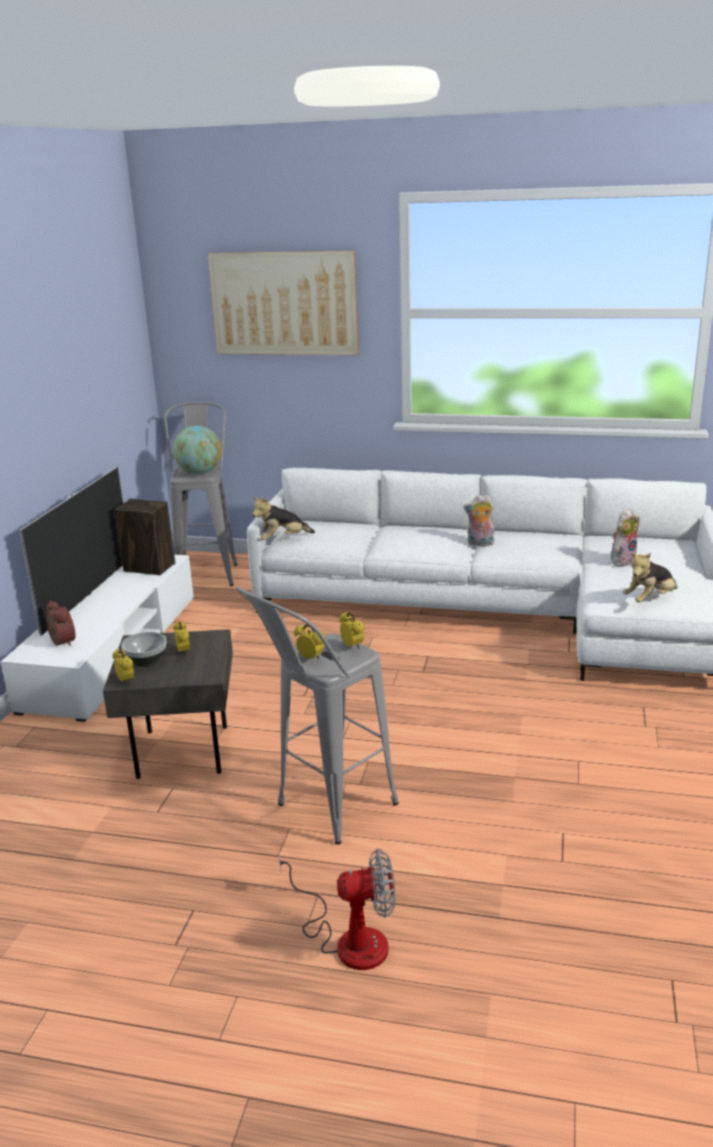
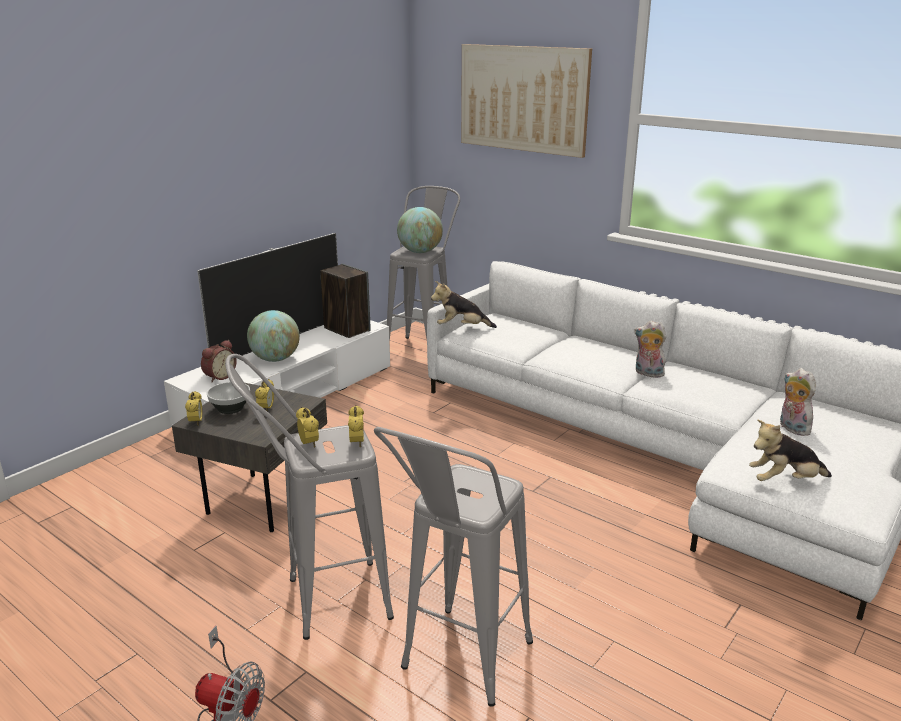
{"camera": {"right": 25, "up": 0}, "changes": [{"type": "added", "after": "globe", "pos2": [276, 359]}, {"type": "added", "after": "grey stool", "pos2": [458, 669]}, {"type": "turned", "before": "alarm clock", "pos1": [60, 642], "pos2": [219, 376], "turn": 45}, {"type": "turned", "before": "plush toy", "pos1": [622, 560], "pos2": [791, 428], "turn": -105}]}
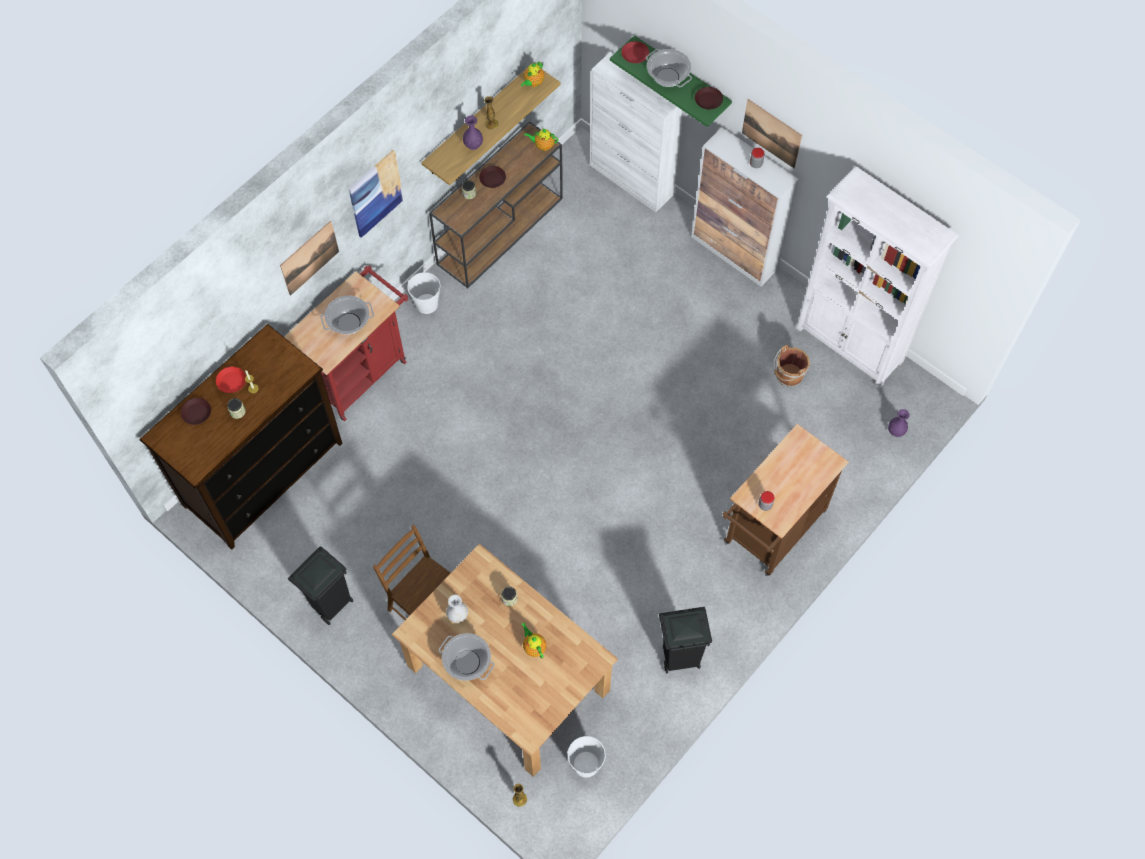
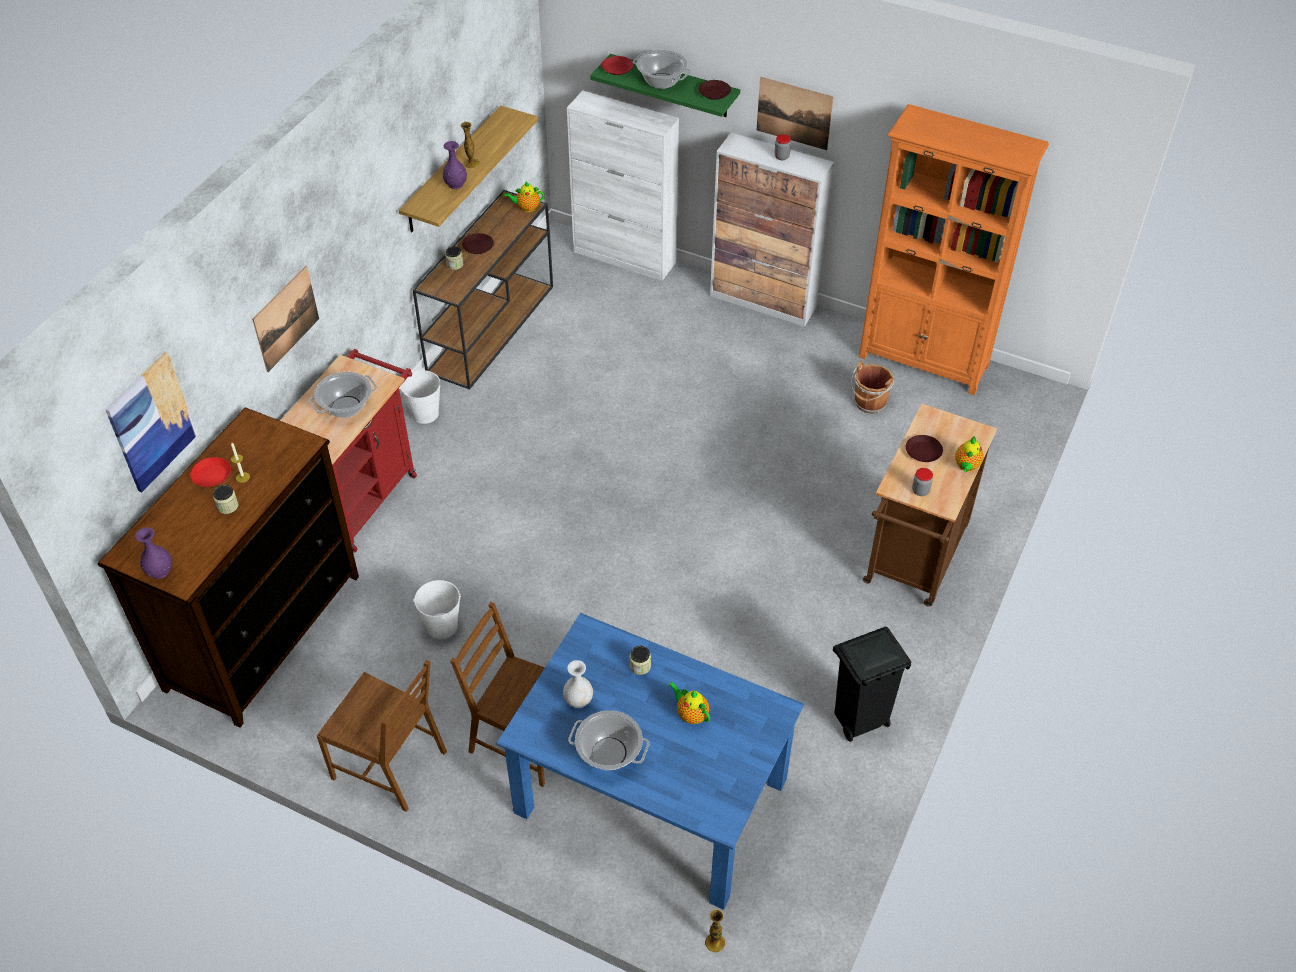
{"camera": {"right": -15, "up": -15}, "changes": [{"type": "moved", "before": "brown plate", "pos1": [196, 412], "pos2": [923, 451]}, {"type": "moved", "before": "picture", "pos1": [375, 193], "pos2": [151, 422]}, {"type": "moved", "before": "teapot", "pos1": [533, 83], "pos2": [966, 467]}, {"type": "moved", "before": "white bucket", "pos1": [586, 764], "pos2": [442, 626]}, {"type": "moved", "before": "purple vase", "pos1": [896, 431], "pos2": [160, 571]}, {"type": "replaced", "before": "black trash can", "after": "brown chair", "pos1": [331, 605], "pos2": [391, 764]}, {"type": "recoloured", "before": "brown dining table", "after": "blue dining table", "pos1": [510, 678], "pos2": [653, 795]}, {"type": "recoloured", "before": "white bookcase", "after": "orange bookcase", "pos1": [850, 345], "pos2": [924, 361]}]}
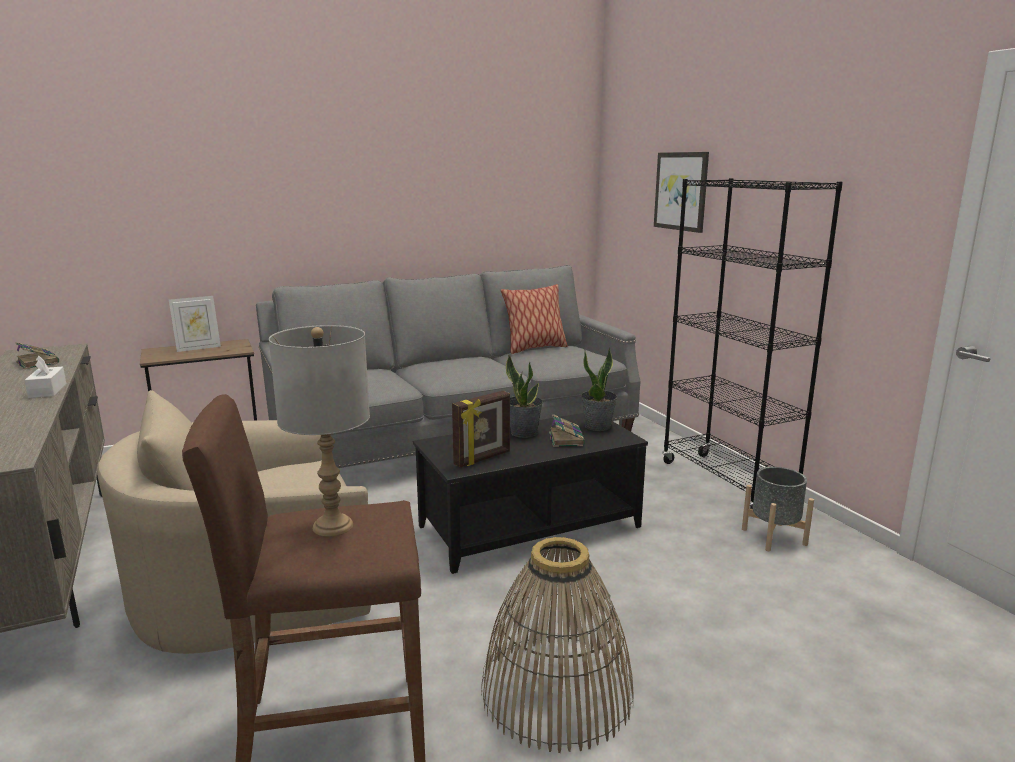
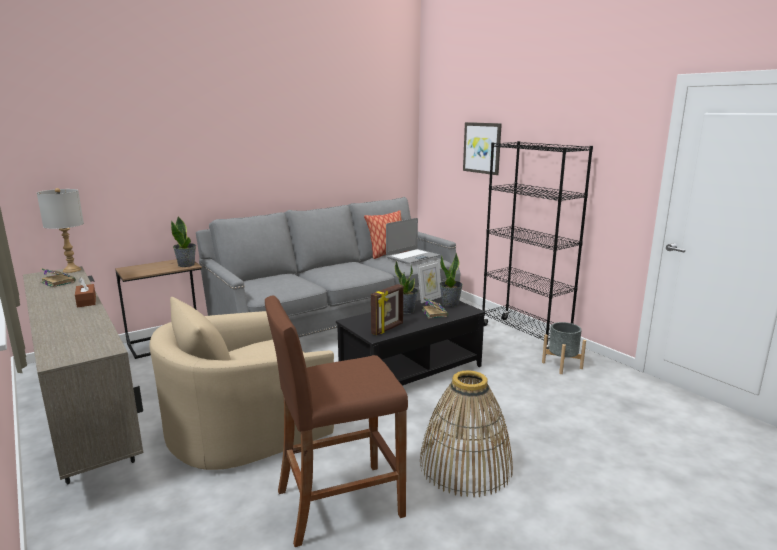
{"camera": {"right": -10, "up": 0}, "changes": [{"type": "added", "after": "potted plant", "pos2": [186, 265]}, {"type": "added", "after": "laptop", "pos2": [412, 257]}, {"type": "moved", "before": "picture frame", "pos1": [198, 348], "pos2": [429, 299]}, {"type": "moved", "before": "grey table lamp", "pos1": [332, 526], "pos2": [71, 270]}, {"type": "recoloured", "before": "white tissue box", "after": "brown tissue box", "pos1": [47, 390], "pos2": [86, 301]}]}
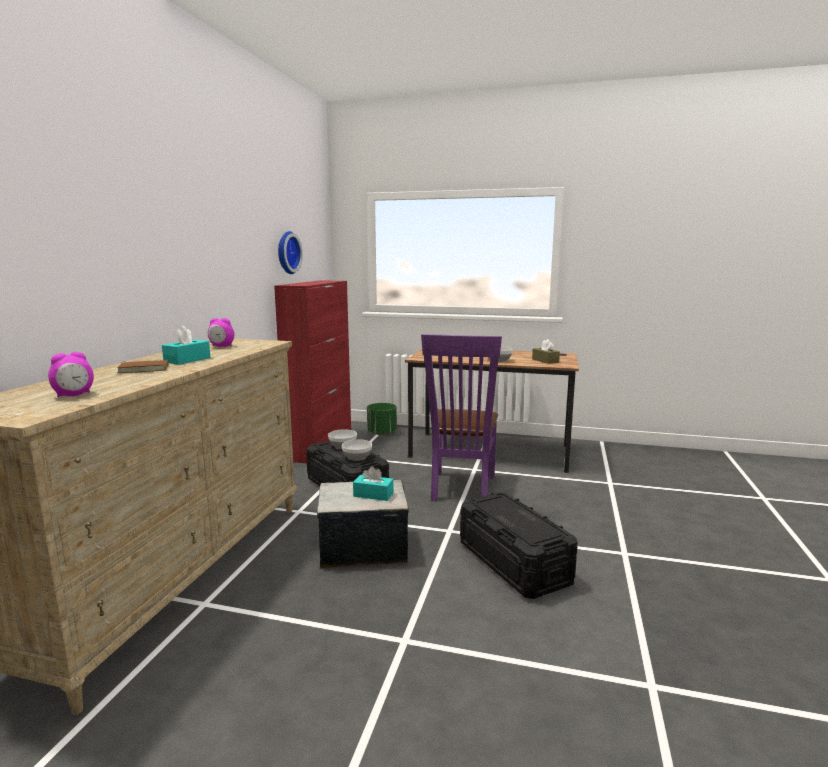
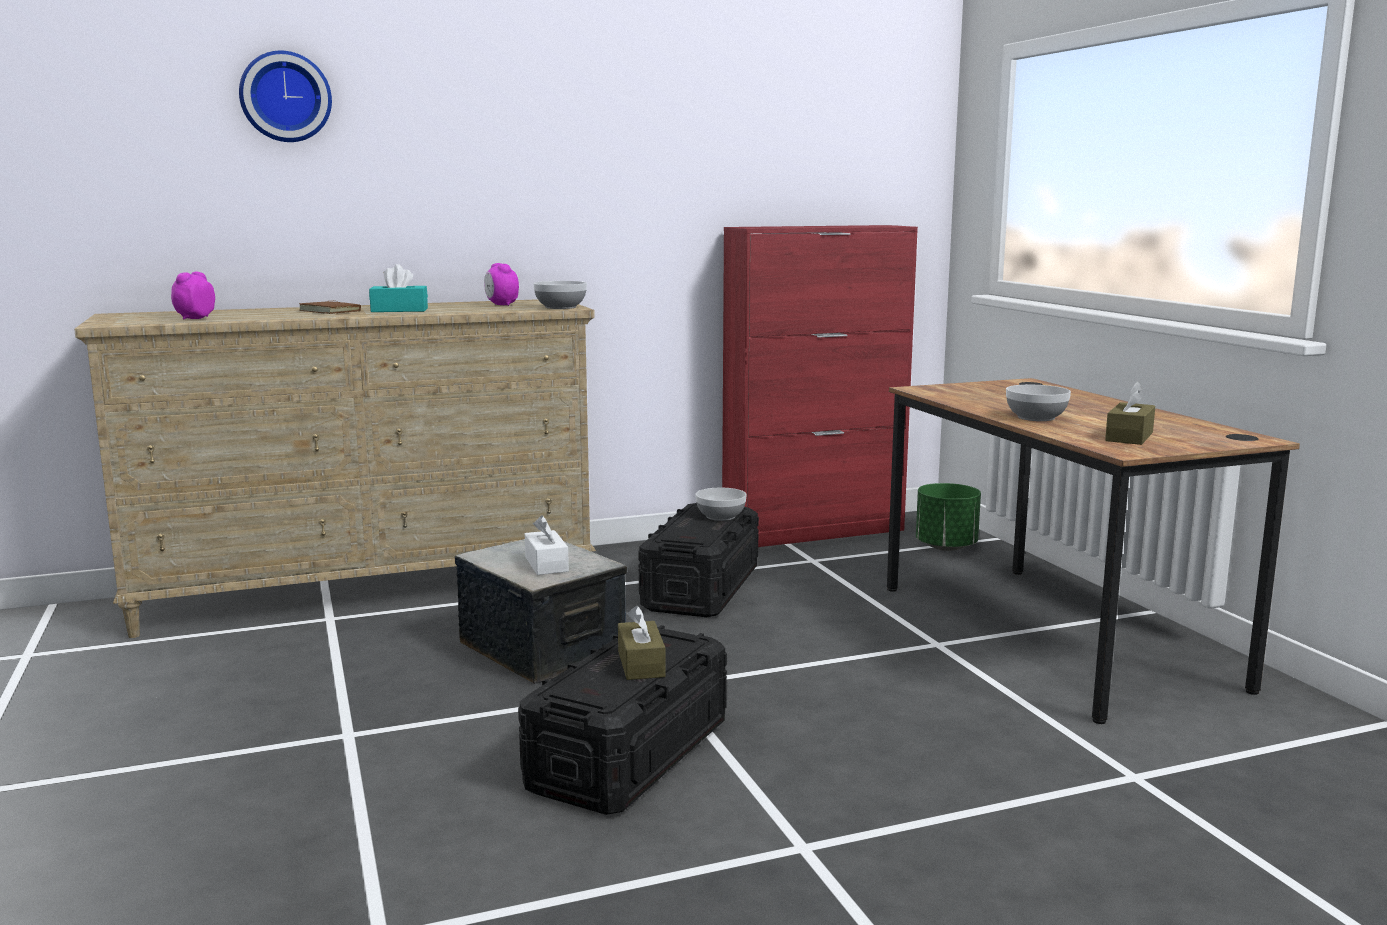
{"camera": {"right": 55, "up": 0}, "changes": [{"type": "removed", "before": "purple chair", "pos1": [461, 489]}, {"type": "added", "after": "brown tissue box", "pos2": [641, 664]}, {"type": "moved", "before": "wall clock", "pos1": [286, 252], "pos2": [285, 97]}, {"type": "moved", "before": "bowl", "pos1": [356, 457], "pos2": [560, 307]}, {"type": "recoloured", "before": "turquoise tissue box", "after": "white tissue box", "pos1": [373, 494], "pos2": [546, 564]}, {"type": "turned", "before": "alarm clock", "pos1": [74, 395], "pos2": [194, 318], "turn": 105}]}
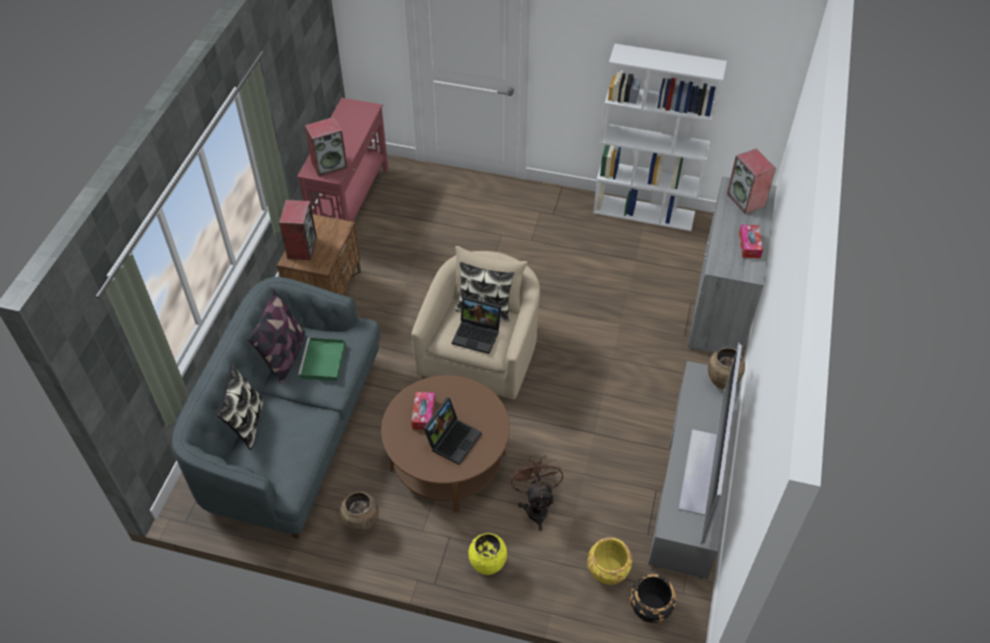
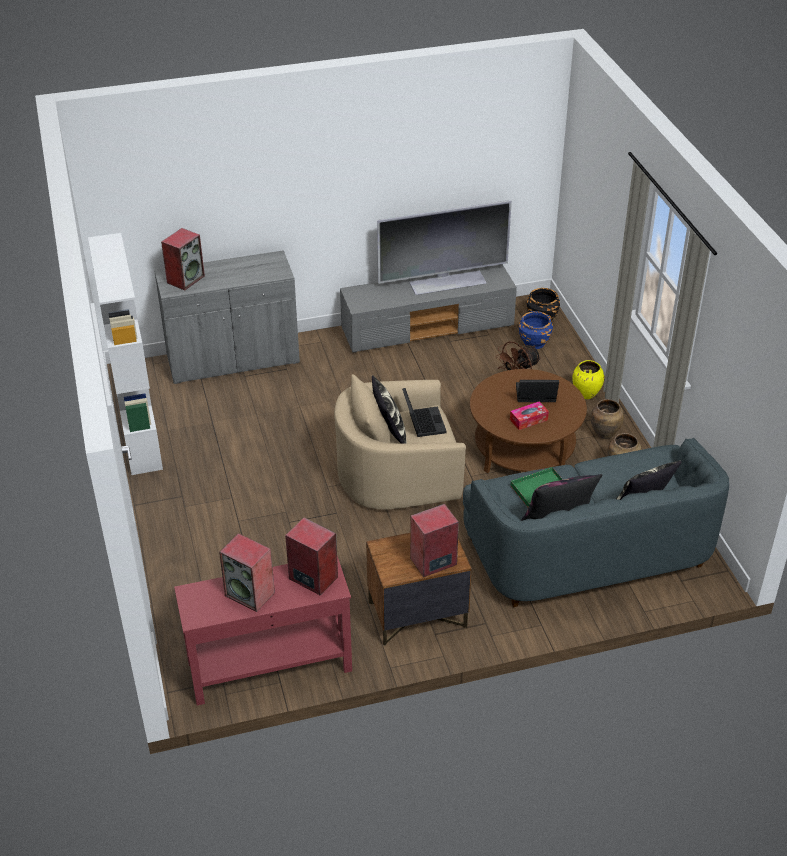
{"camera": {"right": -120, "up": -10}, "changes": [{"type": "removed", "before": "tissue box", "pos1": [749, 245]}, {"type": "added", "after": "speaker", "pos2": [250, 594]}, {"type": "moved", "before": "brown vase", "pos1": [721, 382], "pos2": [605, 434]}, {"type": "recoloured", "before": "yellow planter", "after": "blue planter", "pos1": [607, 571], "pos2": [534, 342]}]}
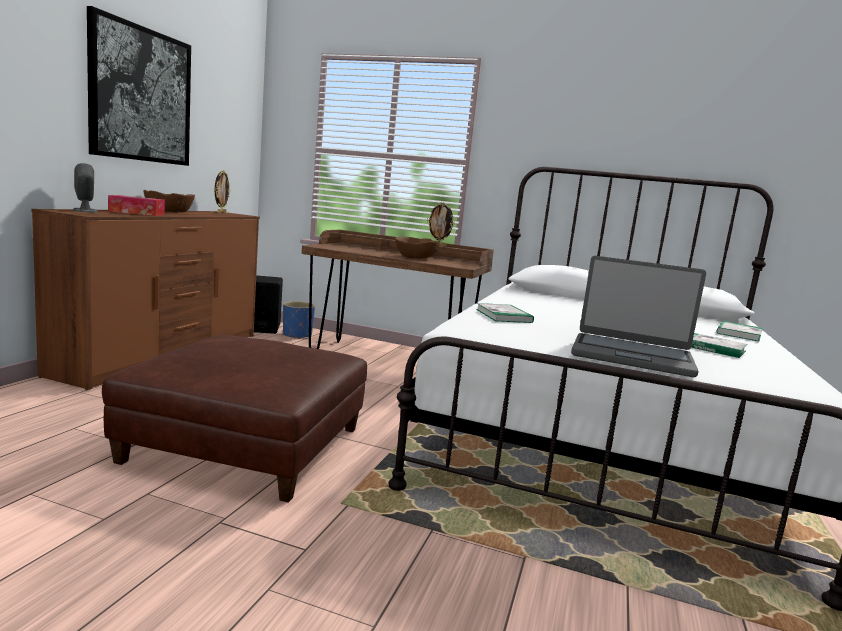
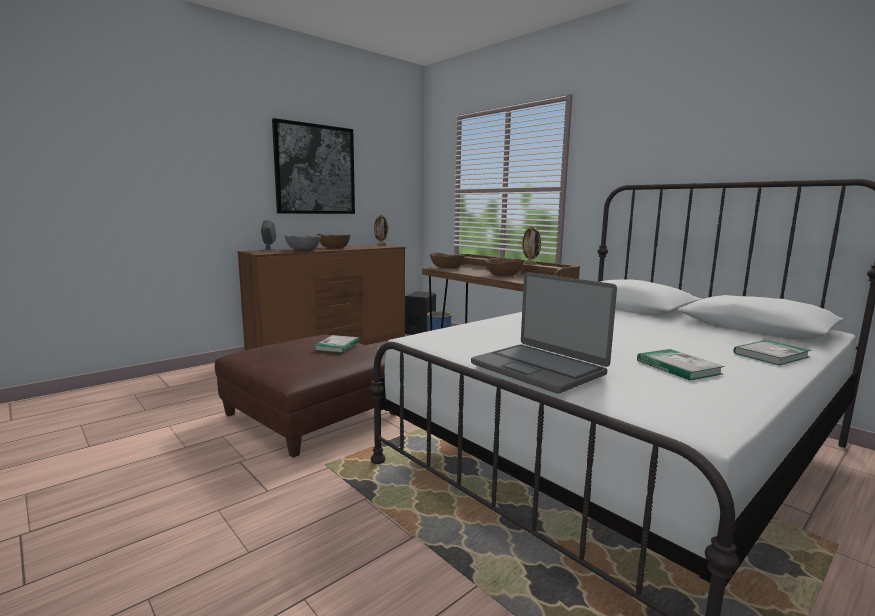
{"camera": {"right": 30, "up": 0}, "changes": [{"type": "added", "after": "brown bowl", "pos2": [447, 268]}, {"type": "moved", "before": "book", "pos1": [503, 316], "pos2": [337, 346]}, {"type": "replaced", "before": "tissue box", "after": "grey bowl", "pos1": [137, 213], "pos2": [303, 250]}]}
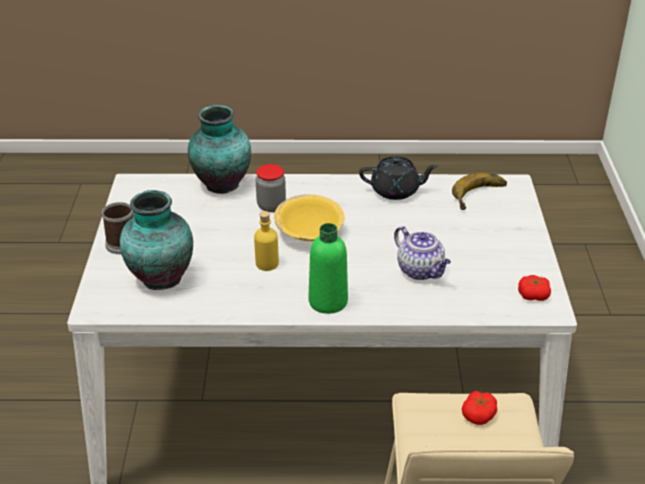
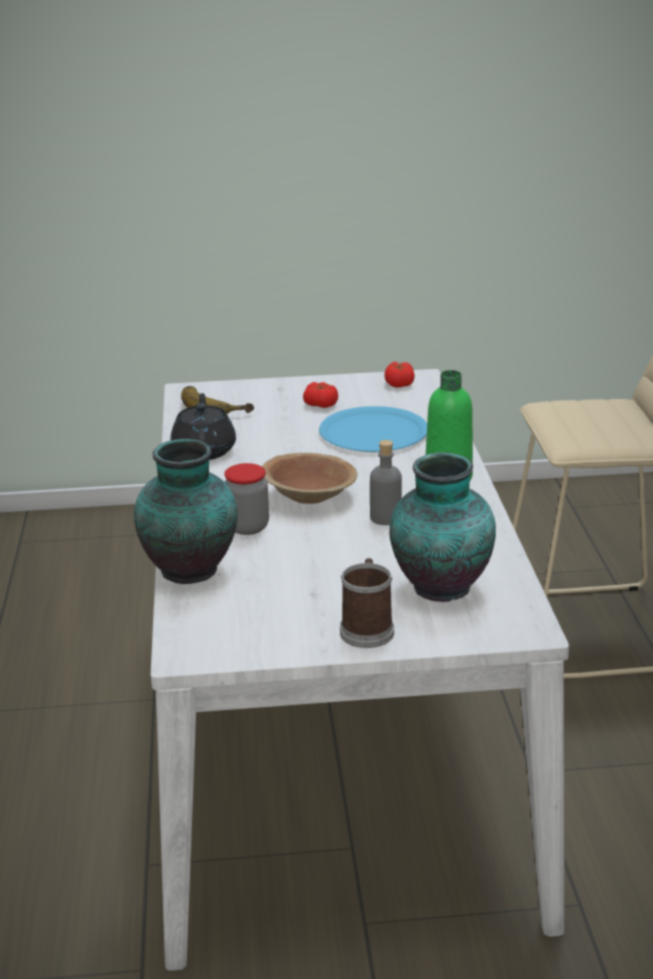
{"camera": {"right": -95, "up": -10}, "changes": [{"type": "moved", "before": "tomato", "pos1": [478, 415], "pos2": [321, 404]}, {"type": "replaced", "before": "teapot", "after": "blue plate", "pos1": [421, 271], "pos2": [373, 432]}, {"type": "recoloured", "before": "yellow bottle", "after": "grey bottle", "pos1": [267, 264], "pos2": [385, 518]}, {"type": "recoloured", "before": "yellow bowl", "after": "brown bowl", "pos1": [309, 233], "pos2": [310, 497]}]}
